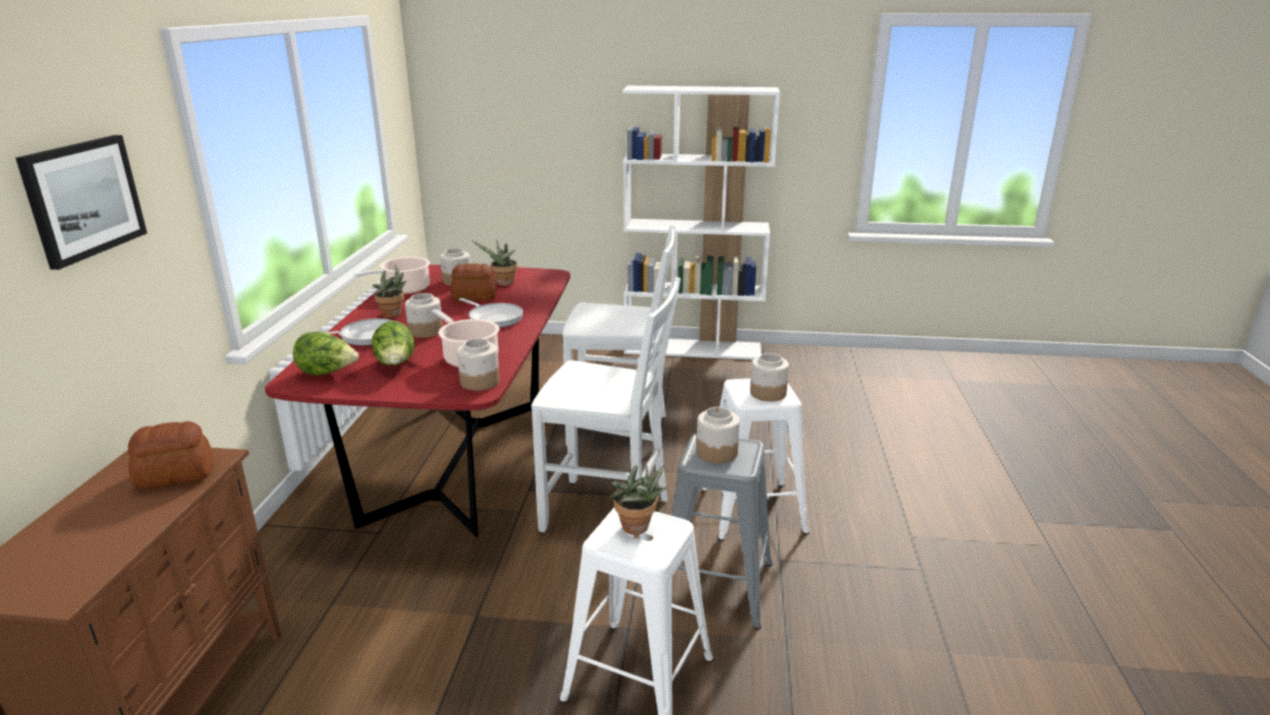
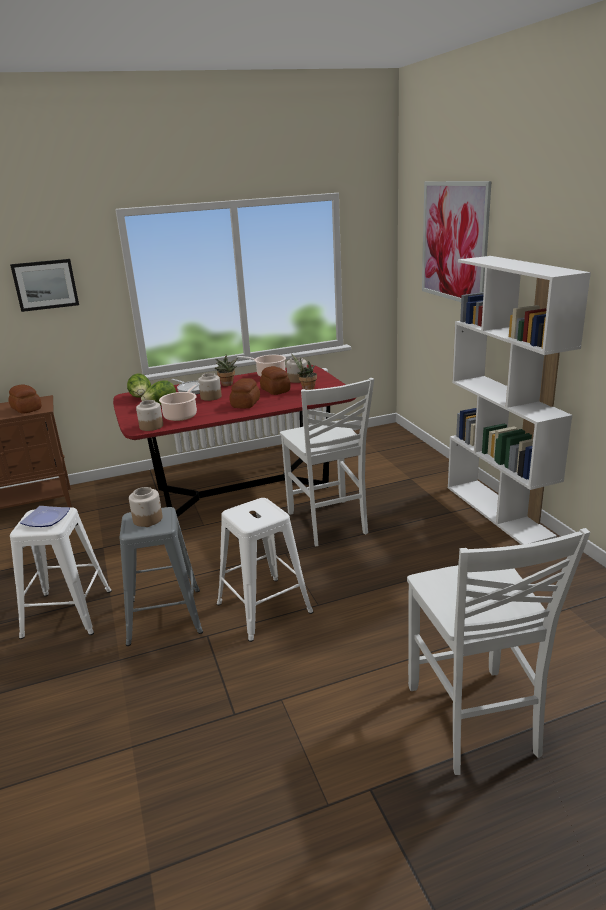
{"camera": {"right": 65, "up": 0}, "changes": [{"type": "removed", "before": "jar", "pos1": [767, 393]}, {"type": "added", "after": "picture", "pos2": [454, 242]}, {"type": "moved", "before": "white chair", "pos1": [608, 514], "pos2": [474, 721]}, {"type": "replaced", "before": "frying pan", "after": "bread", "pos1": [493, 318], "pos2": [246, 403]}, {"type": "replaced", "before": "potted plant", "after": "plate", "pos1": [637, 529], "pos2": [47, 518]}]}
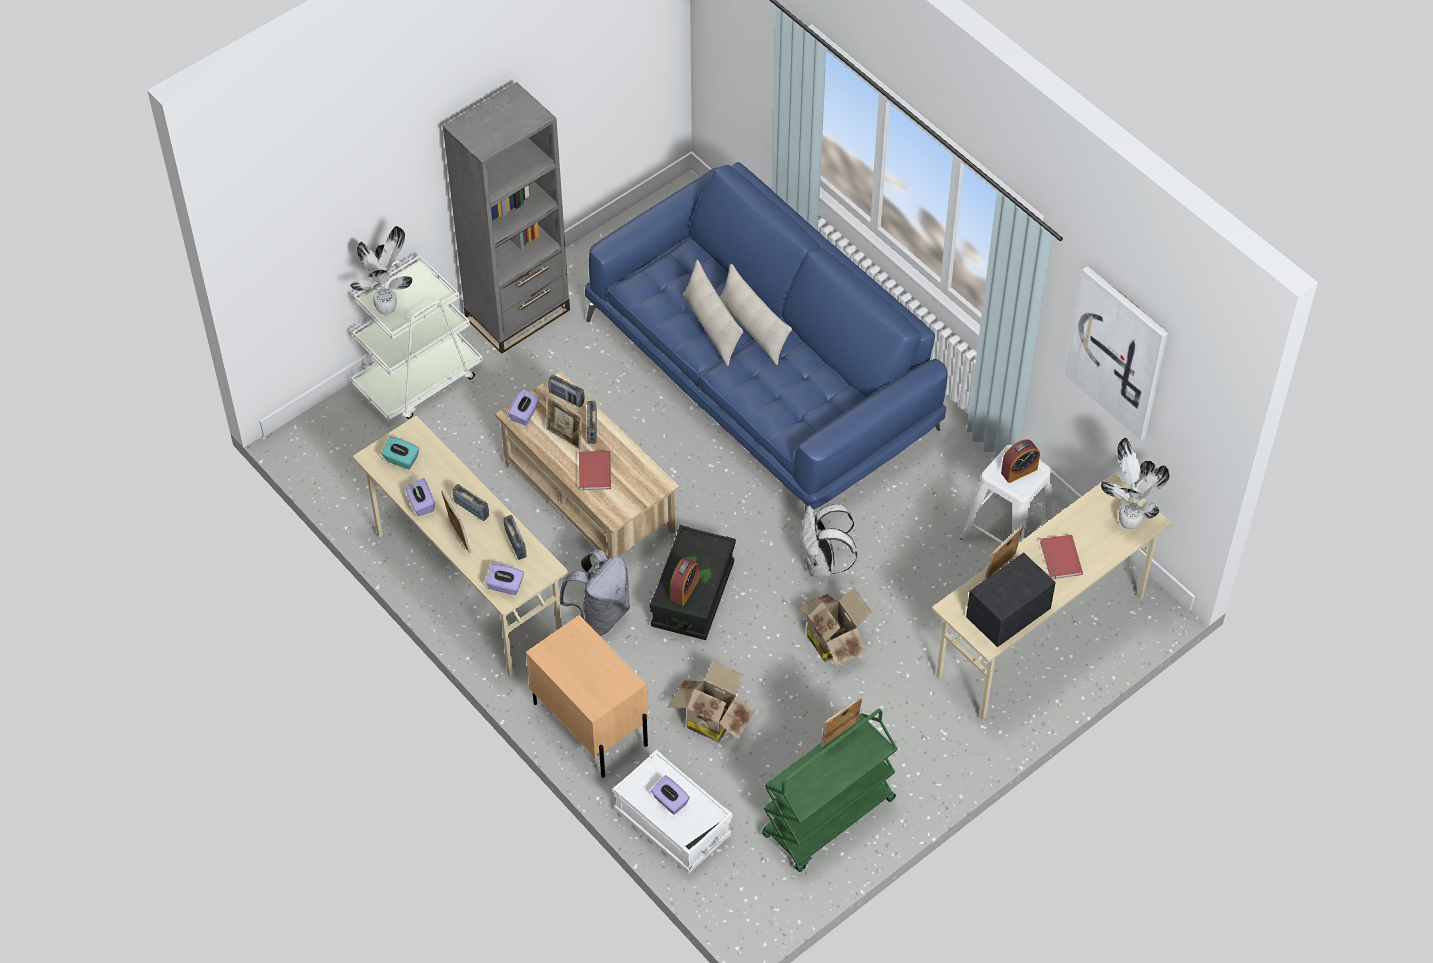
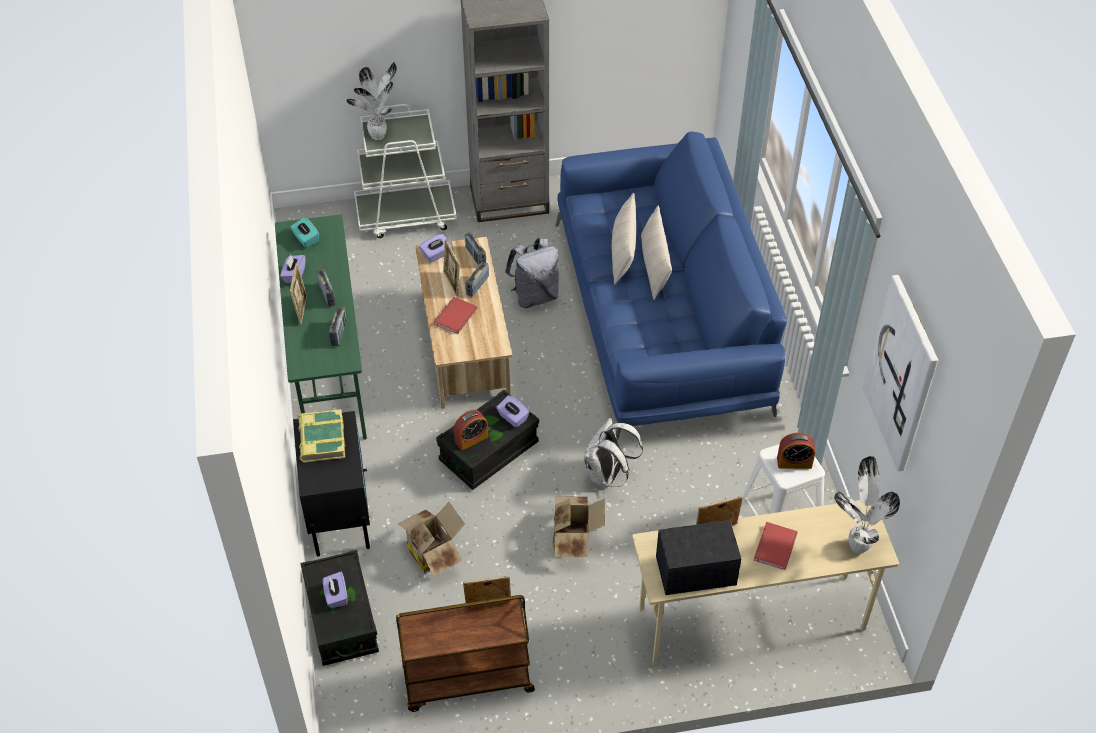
{"camera": {"right": 30, "up": -5}, "changes": [{"type": "added", "after": "book", "pos2": [321, 439]}, {"type": "moved", "before": "purple tissue box", "pos1": [505, 586], "pos2": [512, 418]}, {"type": "moved", "before": "grey backpack", "pos1": [600, 614], "pos2": [534, 296]}, {"type": "recoloured", "before": "beige desk", "after": "green desk", "pos1": [467, 587], "pos2": [328, 369]}, {"type": "recoloured", "before": "beige nightstand", "after": "black nightstand", "pos1": [590, 723], "pos2": [339, 510]}, {"type": "recoloured", "before": "white storage box", "after": "black storage box", "pos1": [672, 823], "pos2": [342, 619]}, {"type": "recoloured", "before": "green cart", "after": "brown cart", "pos1": [828, 819], "pos2": [467, 680]}]}
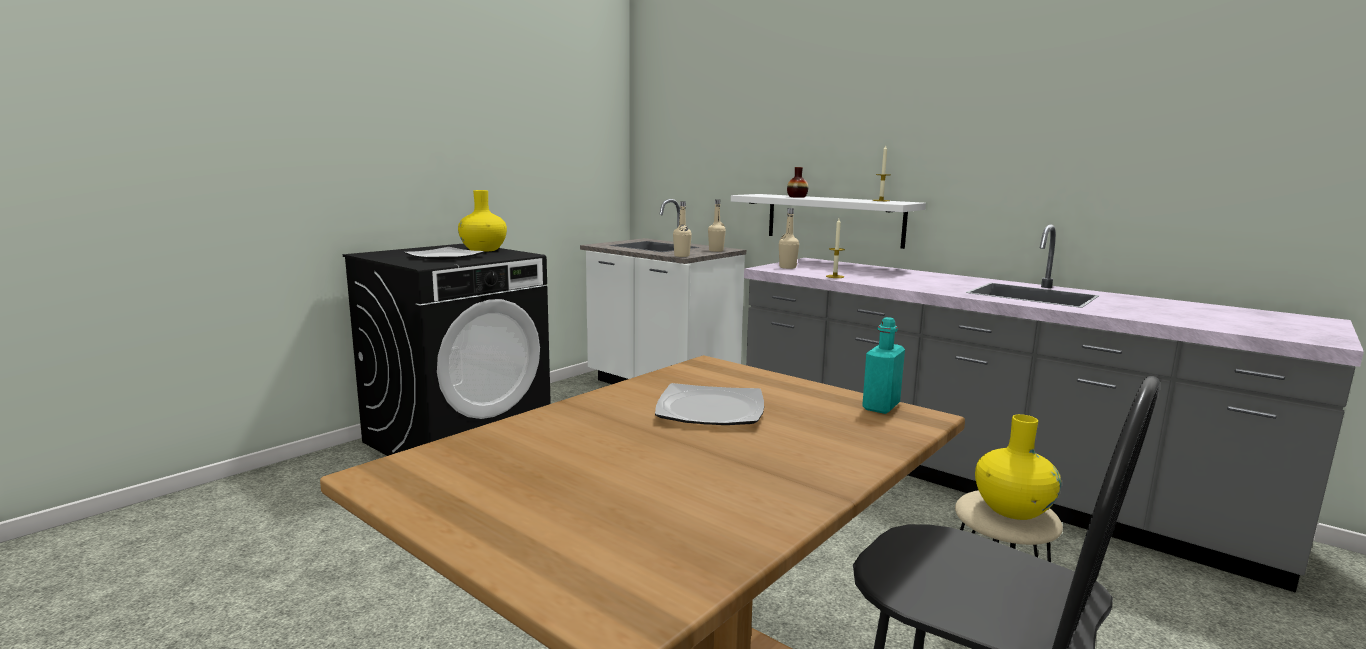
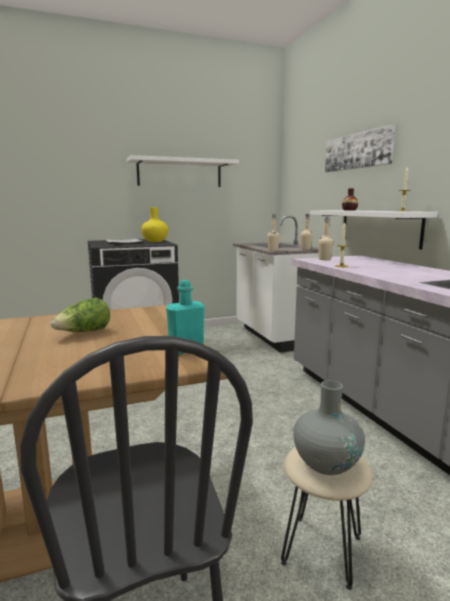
{"camera": {"right": 30, "up": 0}, "changes": [{"type": "added", "after": "white shelf", "pos2": [180, 173]}, {"type": "added", "after": "picture", "pos2": [358, 151]}, {"type": "replaced", "before": "plate", "after": "lettuce", "pos1": [711, 409], "pos2": [84, 333]}, {"type": "recoloured", "before": "yellow vase", "after": "grey vase", "pos1": [1012, 509], "pos2": [326, 463]}]}
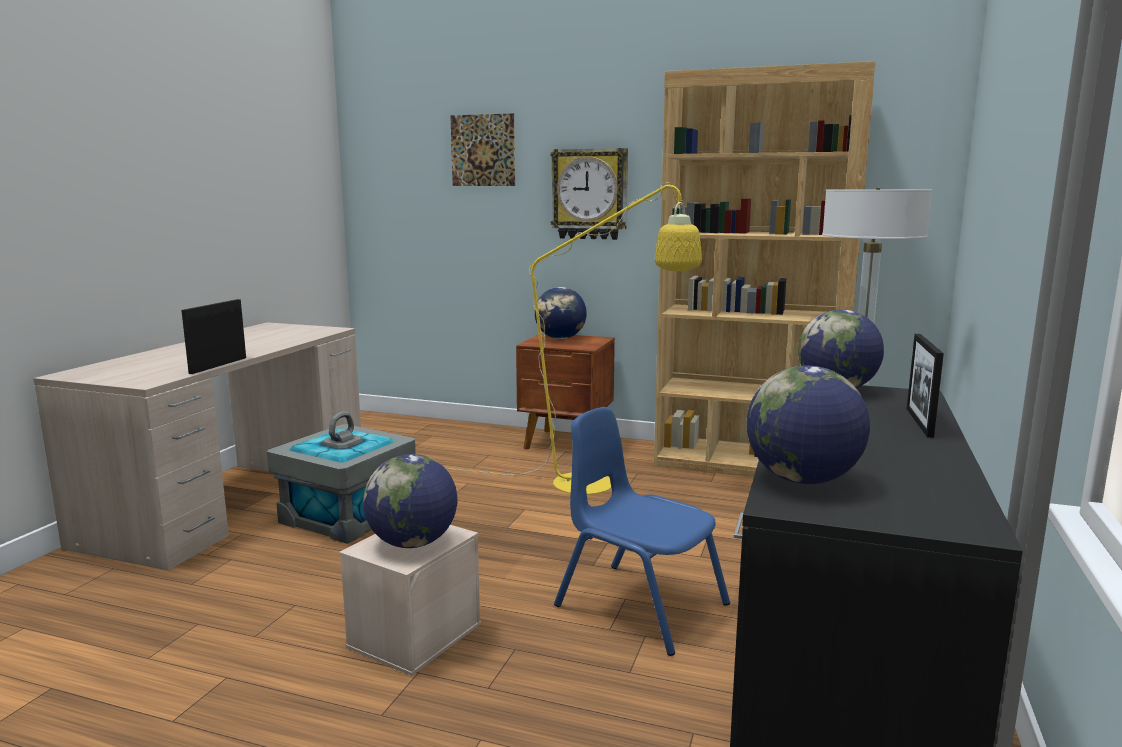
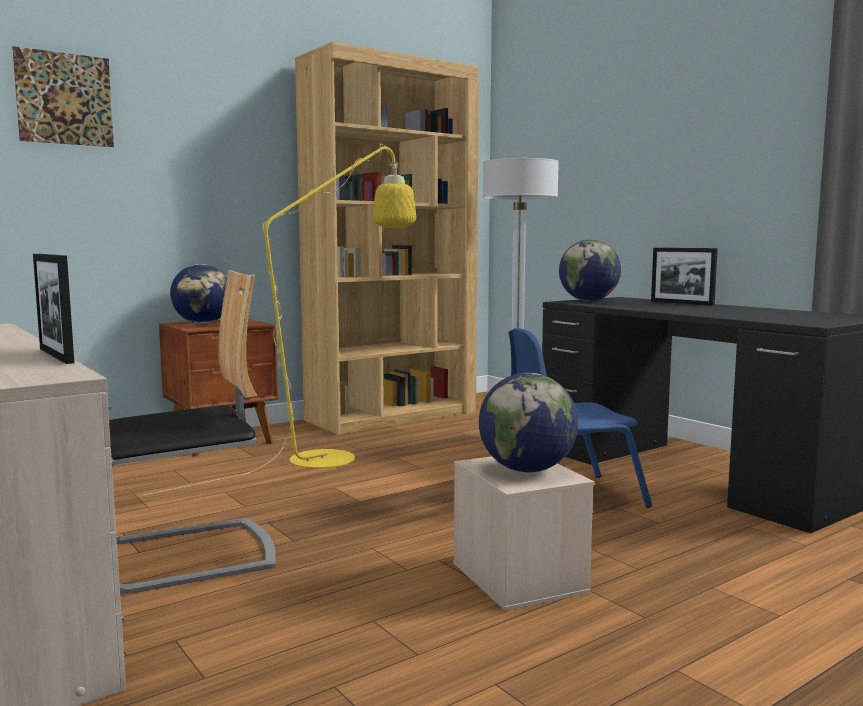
{"camera": {"right": -55, "up": -5}, "changes": [{"type": "removed", "before": "wall clock", "pos1": [590, 194]}, {"type": "removed", "before": "globe", "pos1": [802, 480]}, {"type": "replaced", "before": "grey storage box", "after": "chair", "pos1": [348, 516], "pos2": [186, 555]}]}
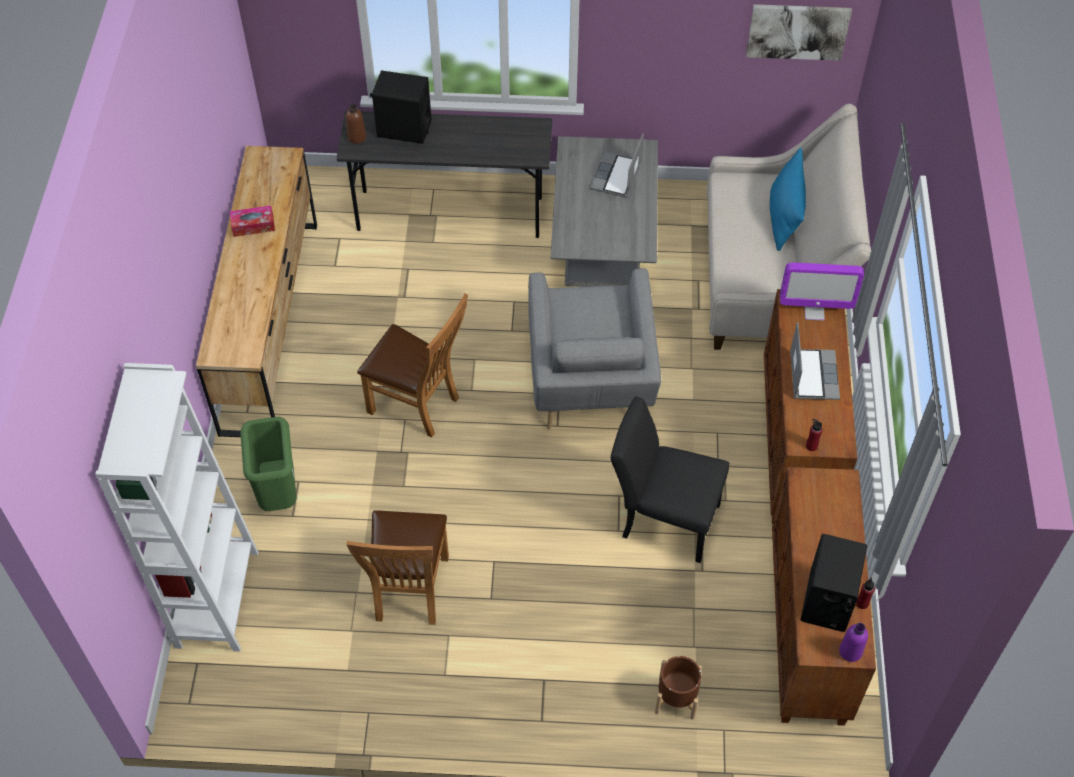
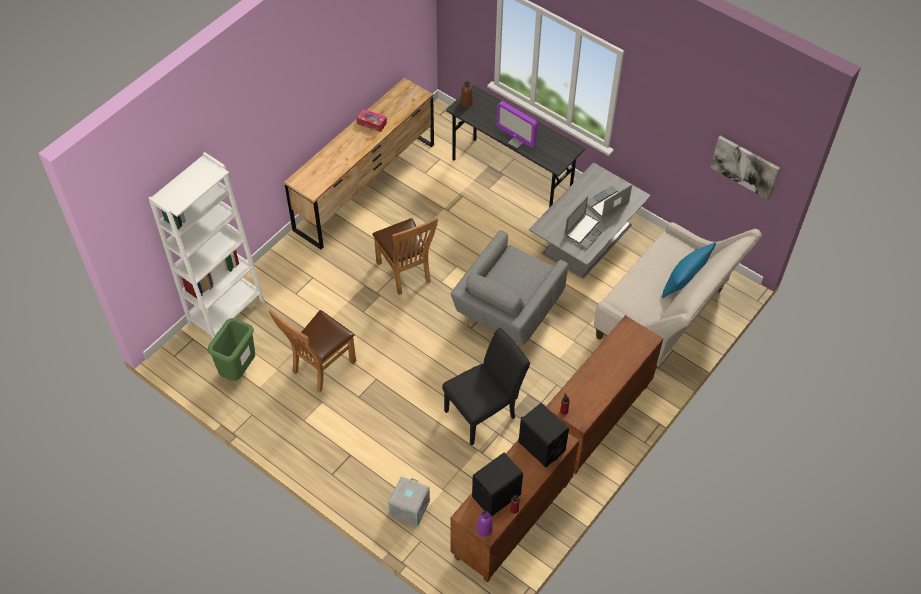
{"camera": {"right": 35, "up": 0}, "changes": [{"type": "moved", "before": "green trash can", "pos1": [278, 494], "pos2": [238, 369]}, {"type": "moved", "before": "black speaker", "pos1": [404, 129], "pos2": [541, 446]}, {"type": "moved", "before": "monitor", "pos1": [814, 311], "pos2": [516, 142]}, {"type": "moved", "before": "laptop", "pos1": [812, 375], "pos2": [585, 231]}, {"type": "replaced", "before": "brown planter", "after": "grey storage box", "pos1": [676, 698], "pos2": [410, 508]}, {"type": "turned", "before": "black chair", "pos1": [662, 518], "pos2": [485, 412], "turn": 90}]}
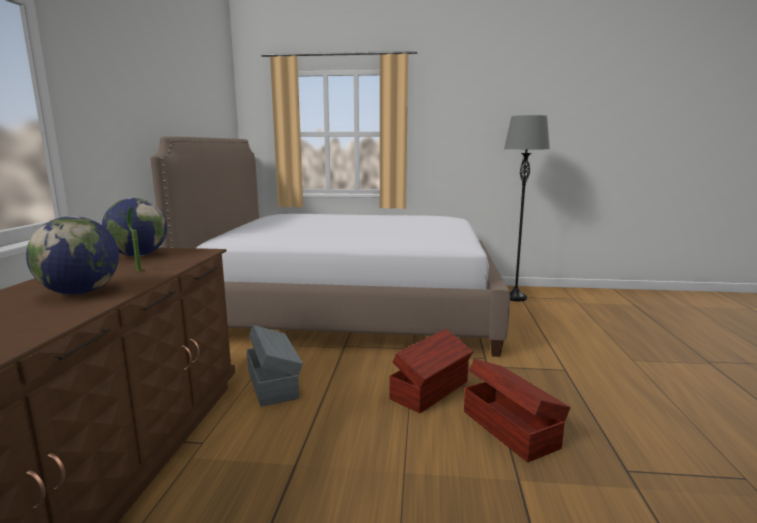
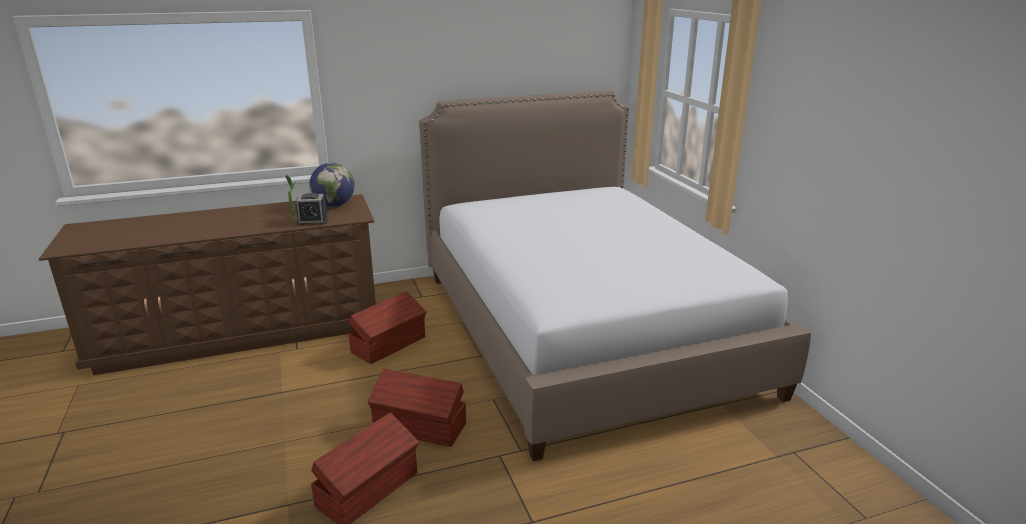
{"camera": {"right": 65, "up": 10}, "changes": [{"type": "removed", "before": "globe", "pos1": [80, 292]}, {"type": "removed", "before": "grey floor lamp", "pos1": [515, 297]}, {"type": "added", "after": "alarm clock", "pos2": [313, 221]}, {"type": "recoloured", "before": "grey storage box", "after": "brown storage box", "pos1": [273, 383], "pos2": [390, 345]}]}
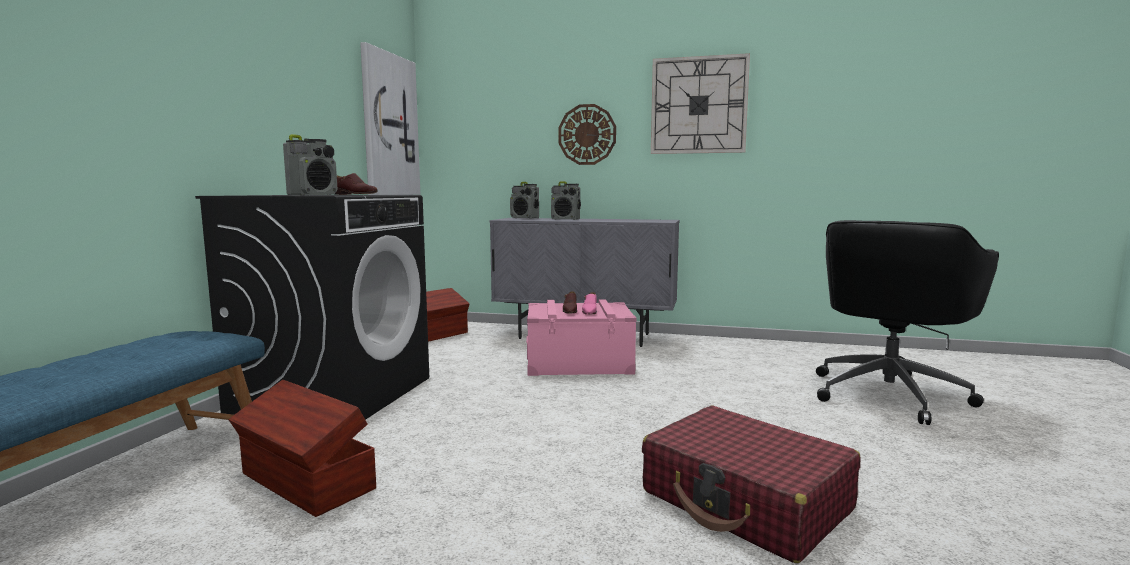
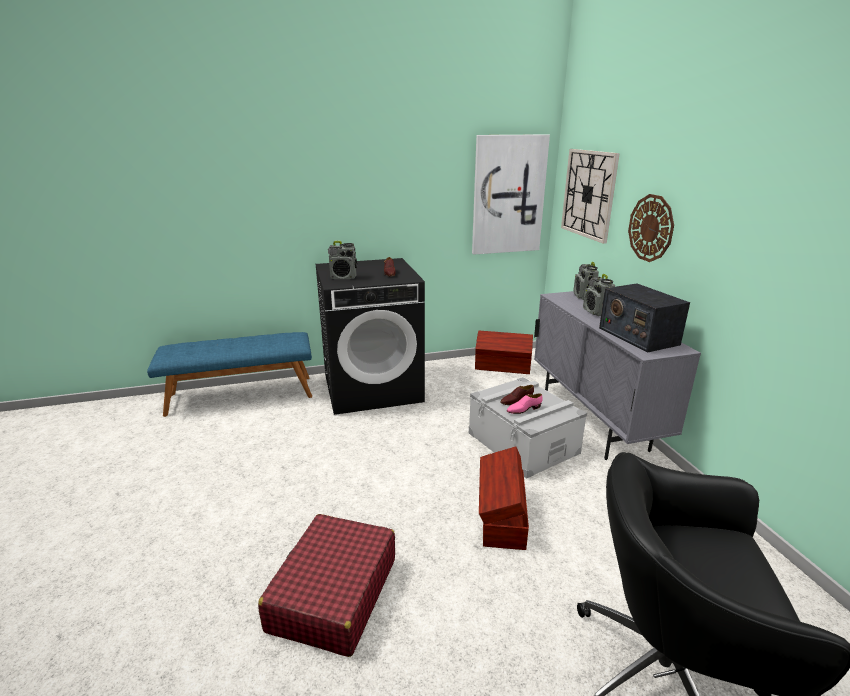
{"camera": {"right": 60, "up": 15}, "changes": [{"type": "added", "after": "radio", "pos2": [637, 336]}, {"type": "moved", "before": "brown storage box", "pos1": [306, 482], "pos2": [501, 516]}, {"type": "moved", "before": "wall clock", "pos1": [698, 105], "pos2": [588, 194]}, {"type": "recoloured", "before": "pink storage box", "after": "grey storage box", "pos1": [579, 362], "pos2": [523, 443]}]}
